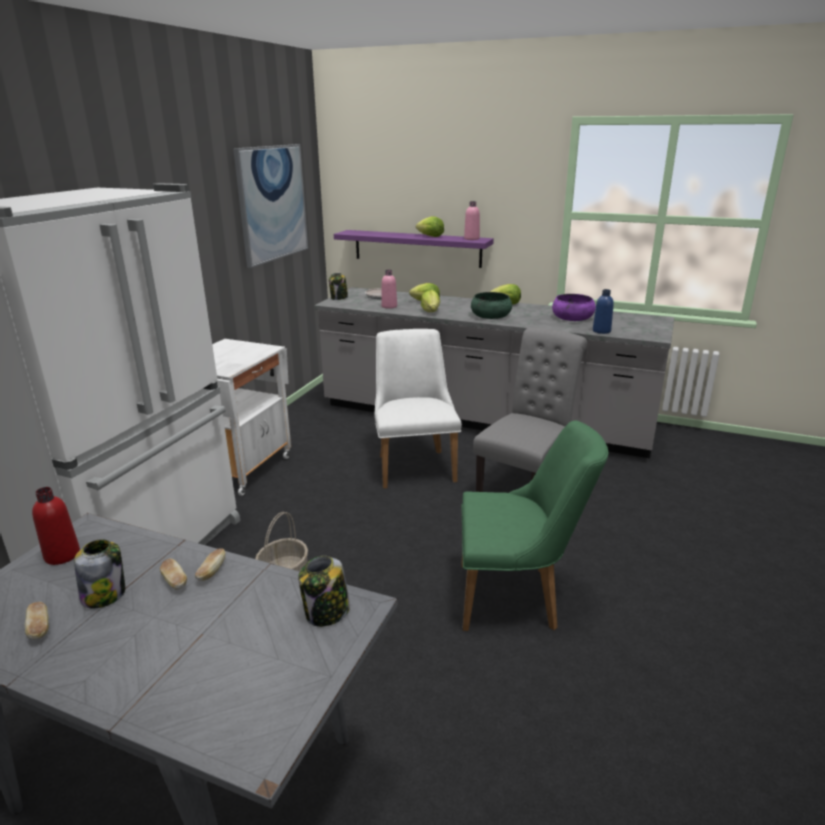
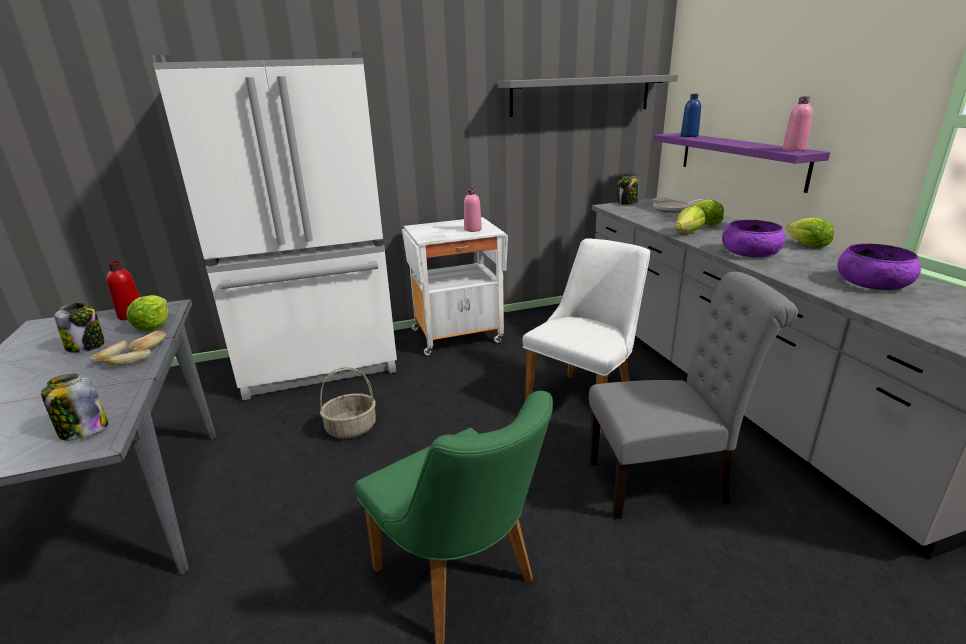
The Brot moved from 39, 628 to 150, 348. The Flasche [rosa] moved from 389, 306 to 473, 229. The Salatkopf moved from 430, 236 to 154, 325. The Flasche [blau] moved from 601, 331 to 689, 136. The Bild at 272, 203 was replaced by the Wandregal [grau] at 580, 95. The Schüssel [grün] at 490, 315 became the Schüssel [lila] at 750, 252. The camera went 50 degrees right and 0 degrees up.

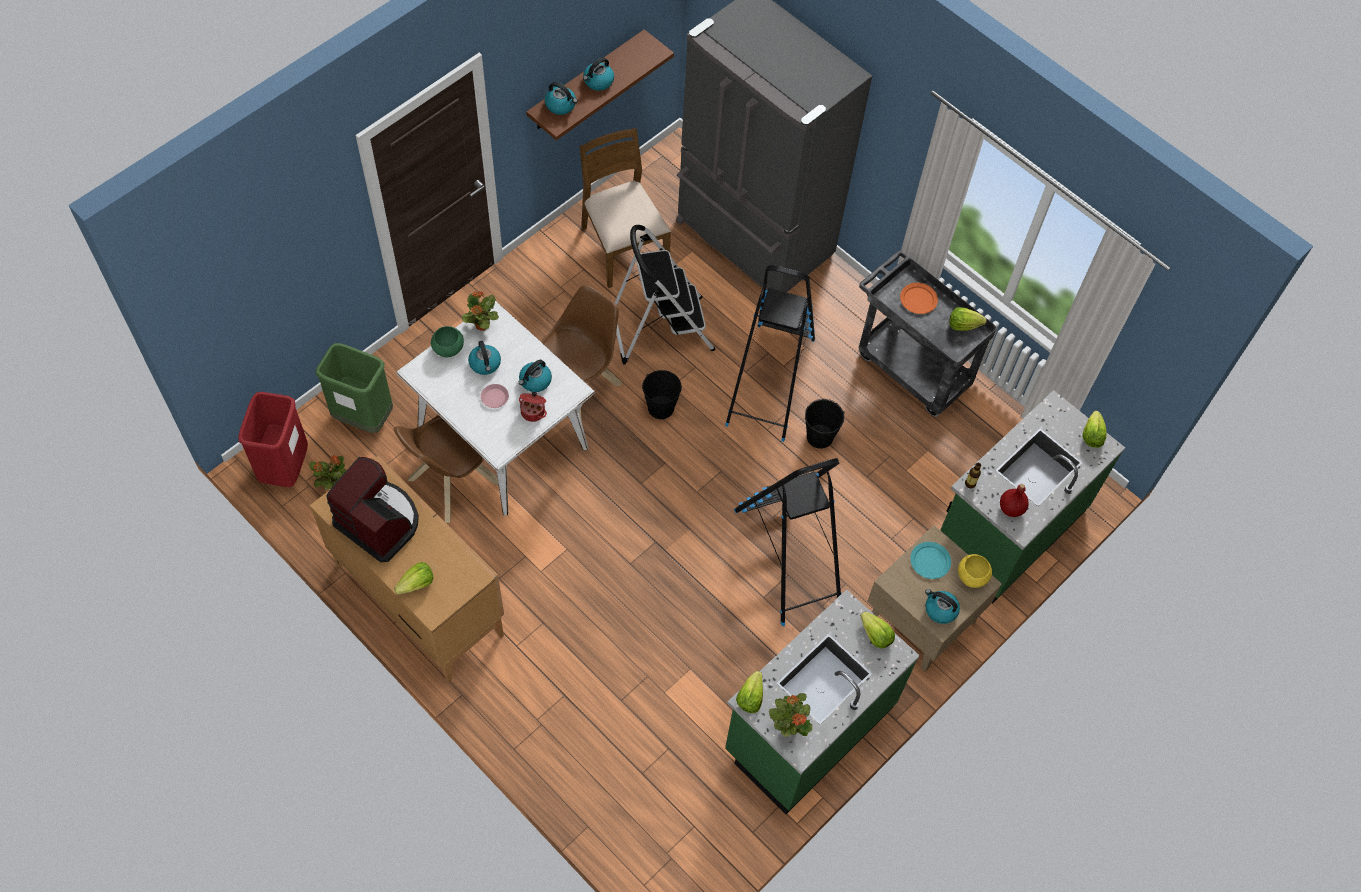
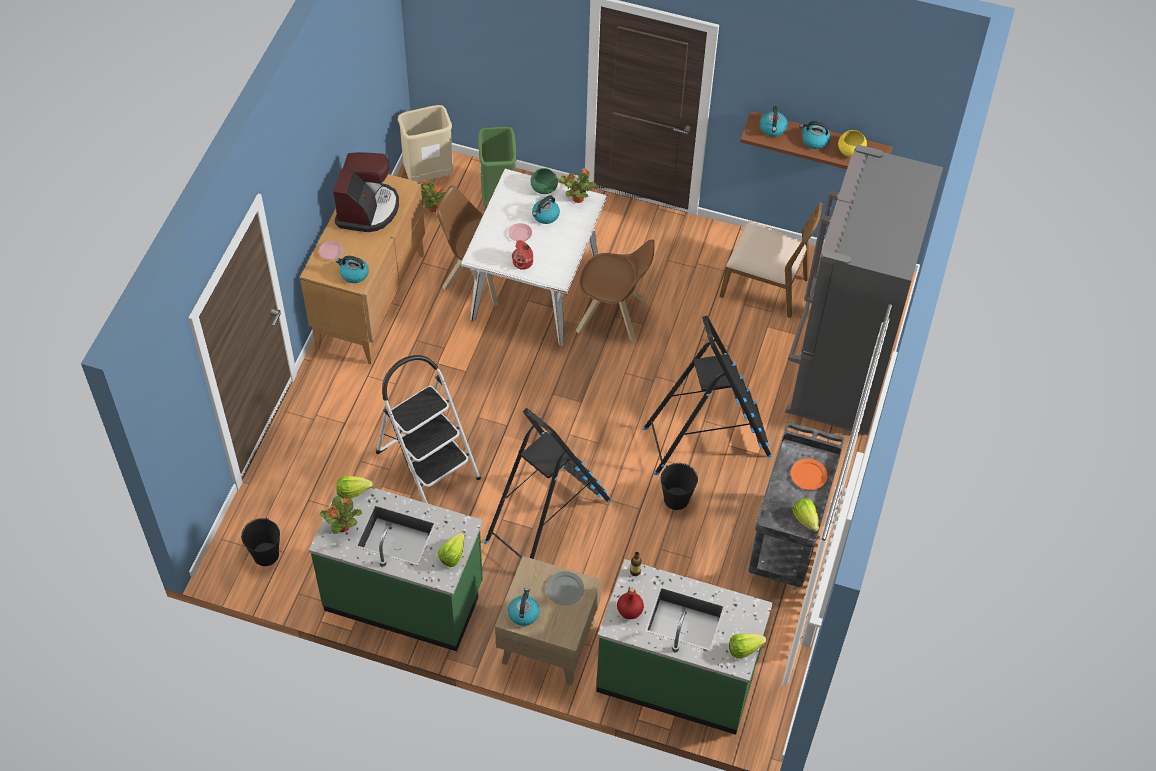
The Wasserkessel moved from 535, 381 to 354, 274. The Trittleiter moved from 659, 330 to 426, 463. The Eimer [schwarz] moved from 661, 407 to 266, 554. The Schüssel [gelb] moved from 971, 576 to 850, 151. The Salatkopf at 417, 584 was replaced by the Teller [rosa] at 331, 252. The Mülleimer [rot] at 285, 467 became the Mülleimer [beige] at 429, 175. The Teller [türkis] at 930, 561 became the Teller [grau] at 565, 589. The Stuhl [braun] at 623, 246 turned 75 degrees clockwise. The camera went 65 degrees right and 5 degrees down.

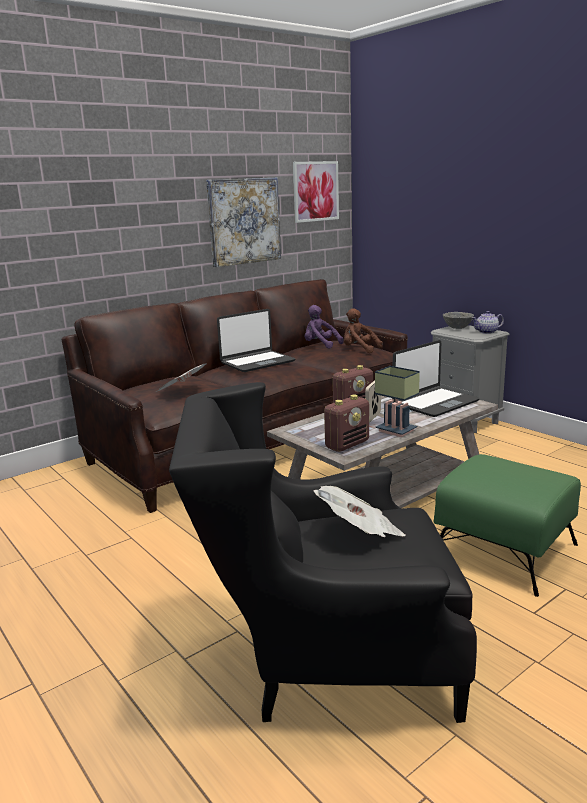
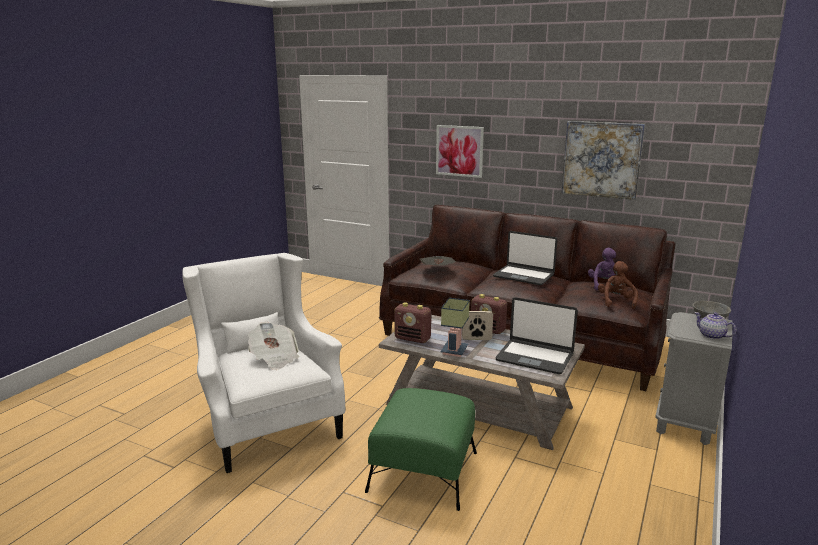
The Bild moved from 315, 191 to 459, 151. The Sessel [schwarz] at 326, 659 became the Sessel [weiß] at 266, 421. The camera went 65 degrees right and 0 degrees up.

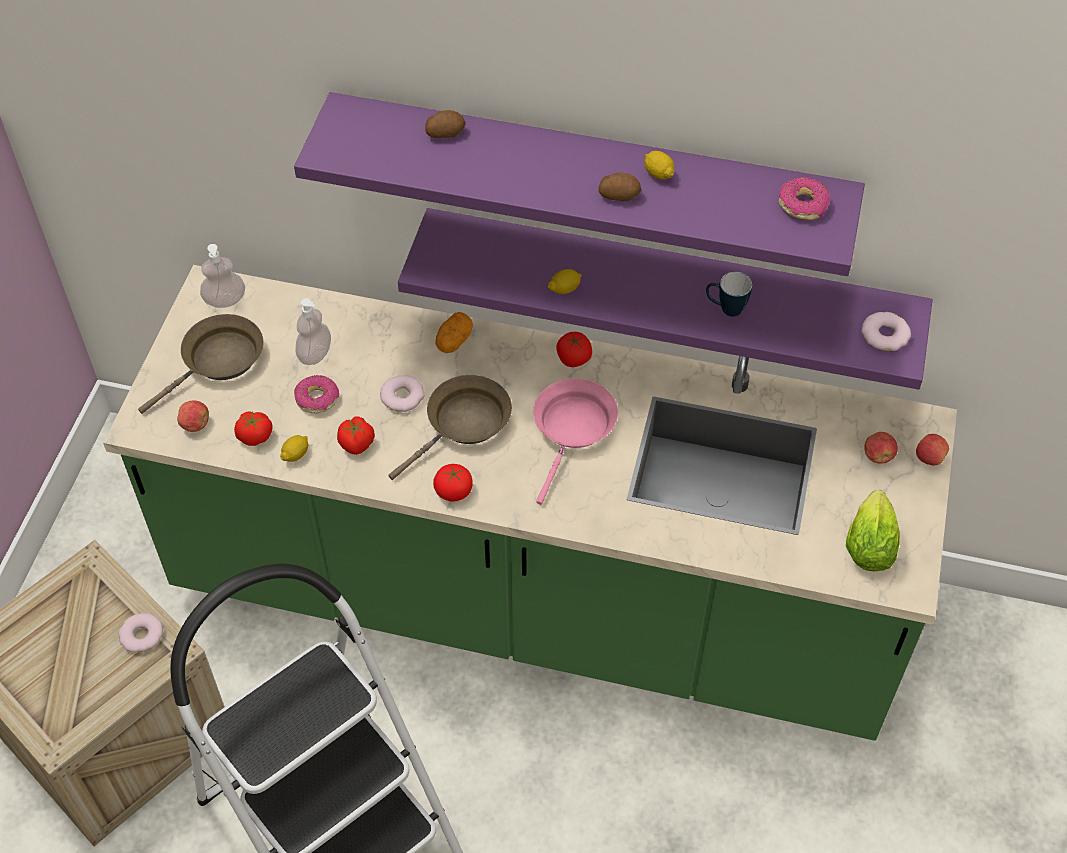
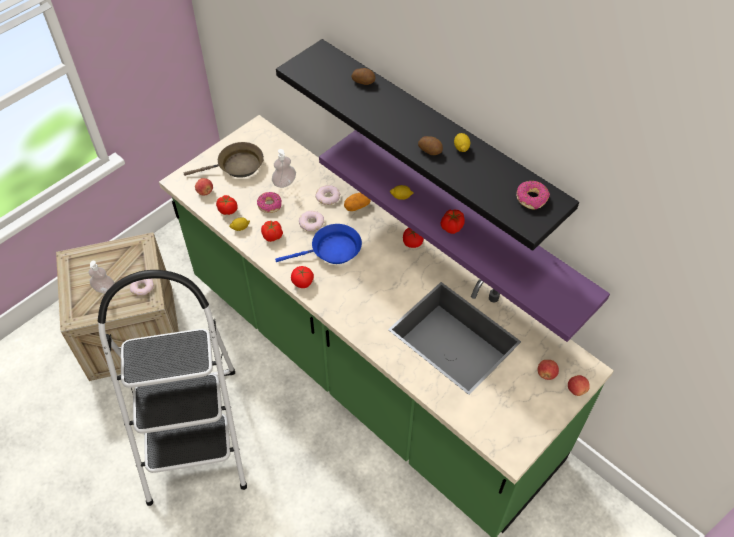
The Pfanne [rosa] at 573, 429 disappeared. The Henkelbecher at 725, 309 disappeared. The Salatkopf at 869, 542 disappeared. The Tomate at 451, 227 appeared. The Seifenspender moved from 225, 300 to 104, 288. The Donut moved from 885, 335 to 328, 197. The Wandregal [lila] at 588, 172 became the Wandregal [schwarz] at 437, 135. The Pfanne [braun] at 464, 424 became the Pfanne [blau] at 332, 251. The camera went 30 degrees right and 0 degrees up.

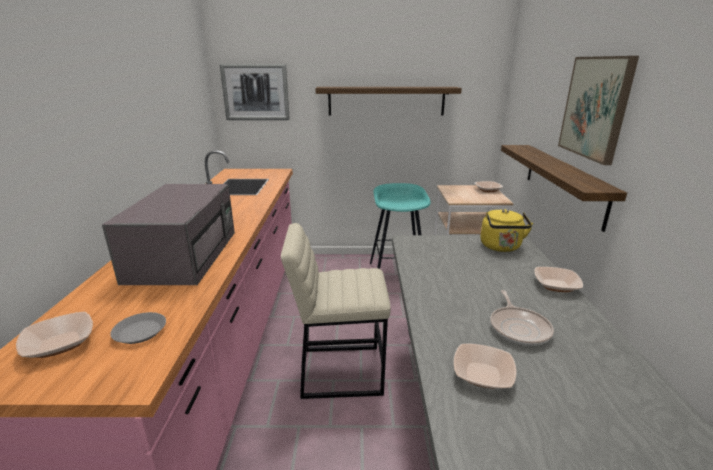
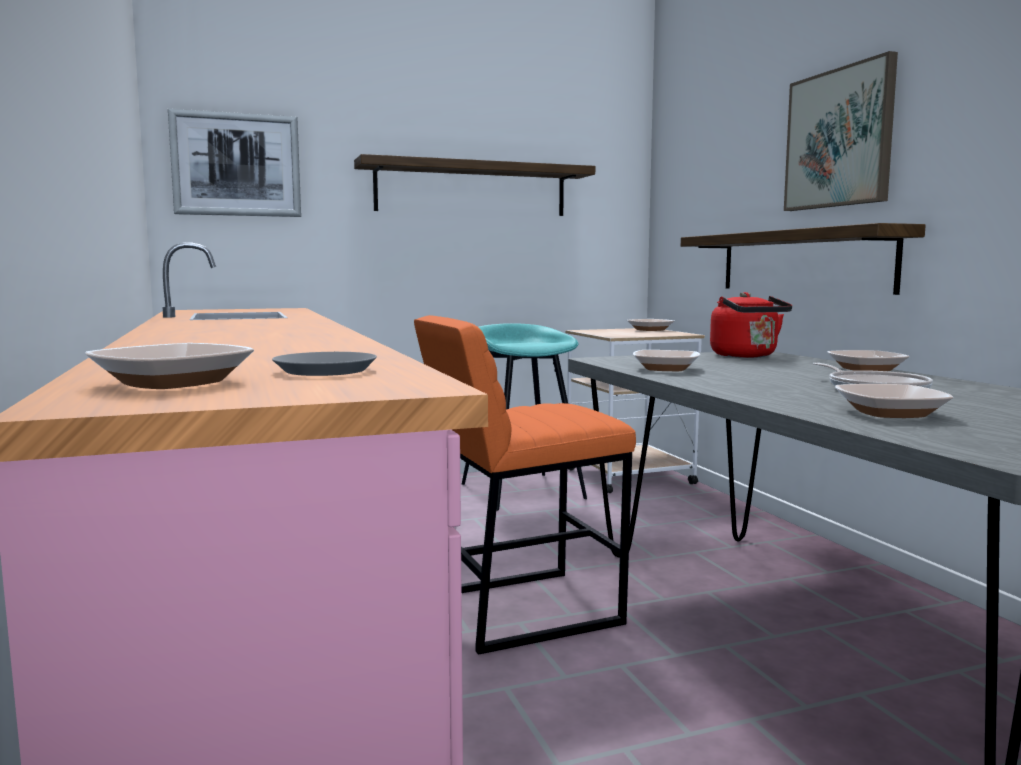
The Mikrowelle [grau] at 184, 254 disappeared. The Schüssel at 665, 369 appeared. The Stuhl [beige] at 338, 371 became the Stuhl [orange] at 520, 610. The Wasserkessel [gelb] at 501, 247 became the Wasserkessel [rot] at 746, 356. The camera went 20 degrees left and 15 degrees down.

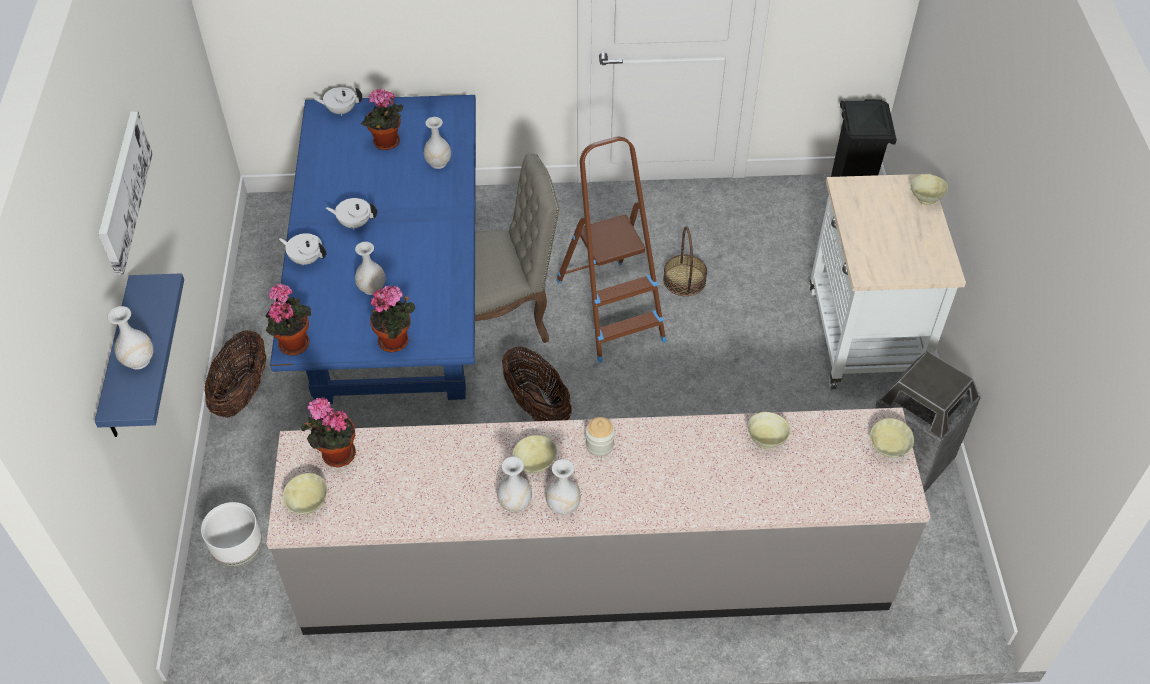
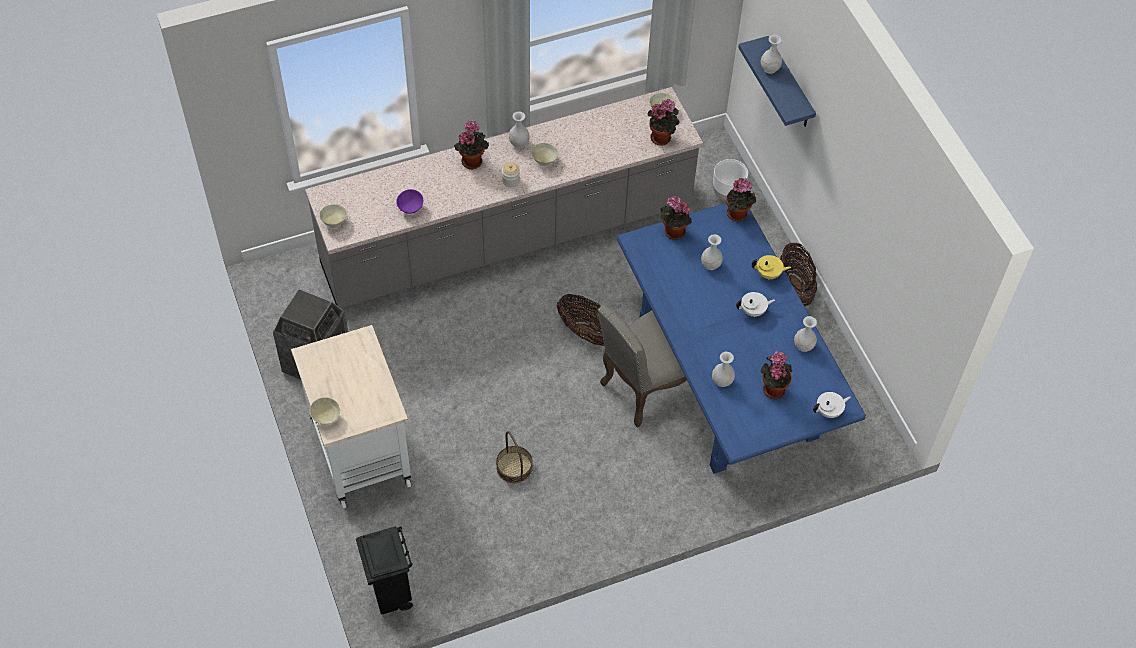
The Bild at 123, 191 disappeared. The Trittleiter [braun] at 610, 311 disappeared. The Topfpflanze at 472, 160 appeared. The Vase [weiß] moved from 515, 503 to 803, 346. The Teekanne [weiß] at 306, 259 became the Teekanne [gelb] at 769, 274. The Schüssel [beige] at 767, 439 became the Schüssel [lila] at 410, 208. The camera went 160 degrees right and 5 degrees up.

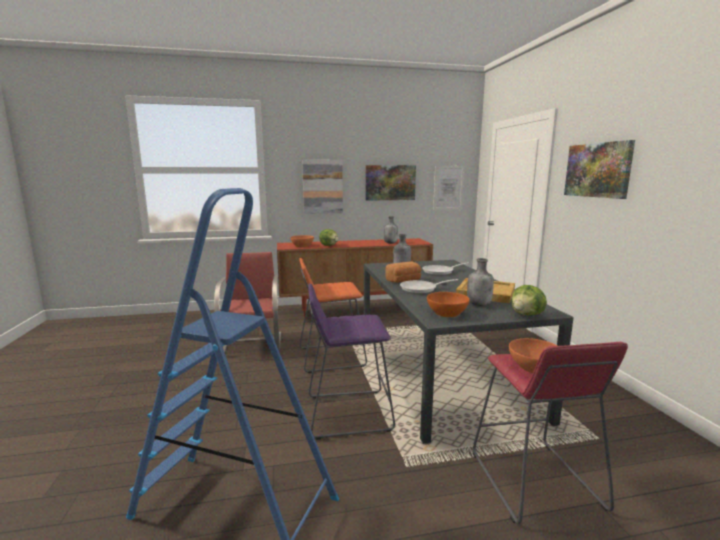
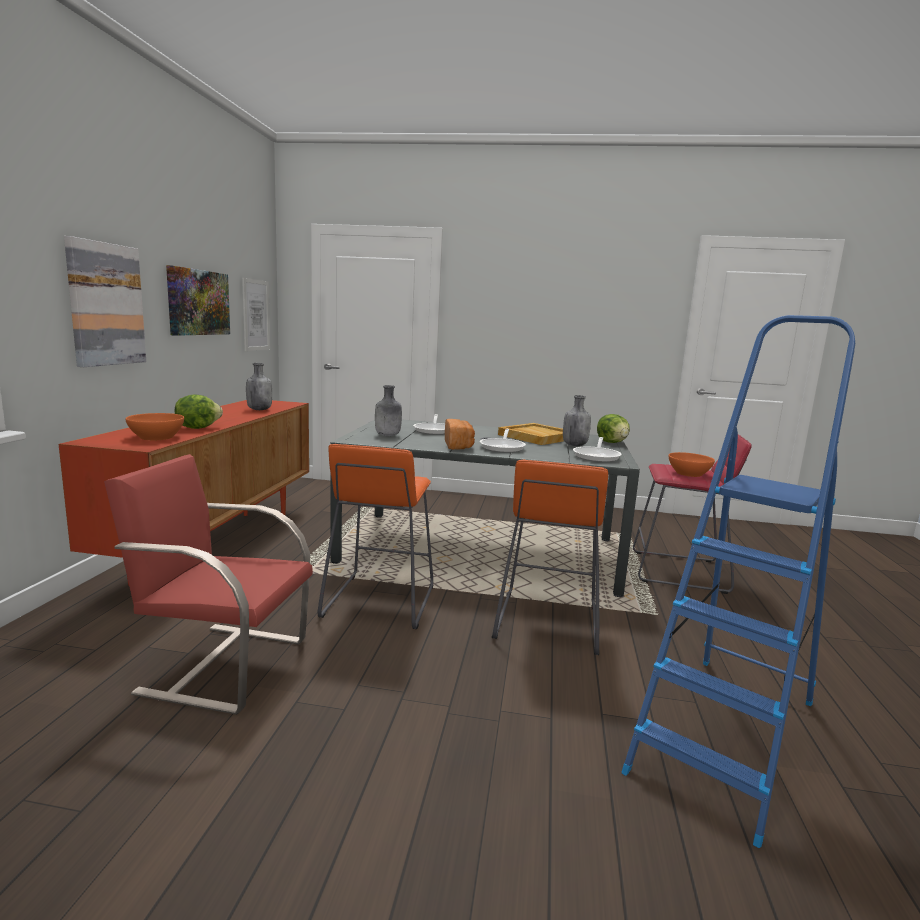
The Bild at 597, 170 disappeared. The Schüssel [orange] at 447, 313 was replaced by the Pfanne at 597, 456. The Hocker [lila] at 348, 413 became the Hocker [orange] at 547, 622. The camera went 70 degrees left and 0 degrees up.

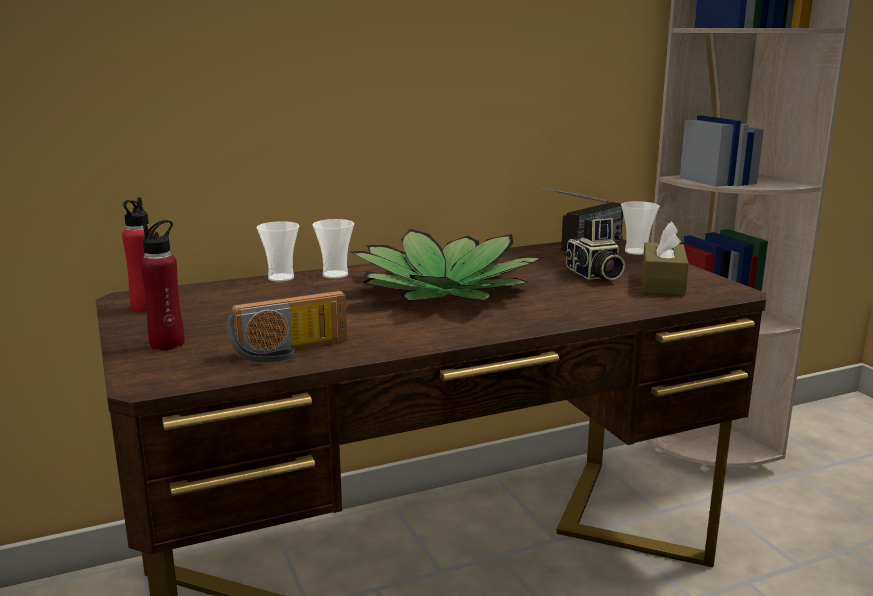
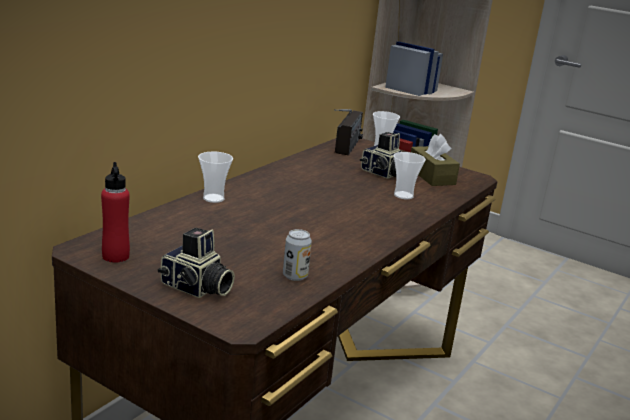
The Topfpflanze at 445, 289 disappeared. The Tasse moved from 281, 278 to 403, 195. The Flasche [rot] at 167, 344 was replaced by the Kamera at 196, 288. The Radio at 291, 351 was replaced by the Dose at 295, 276. The camera went 35 degrees left and 5 degrees up.

